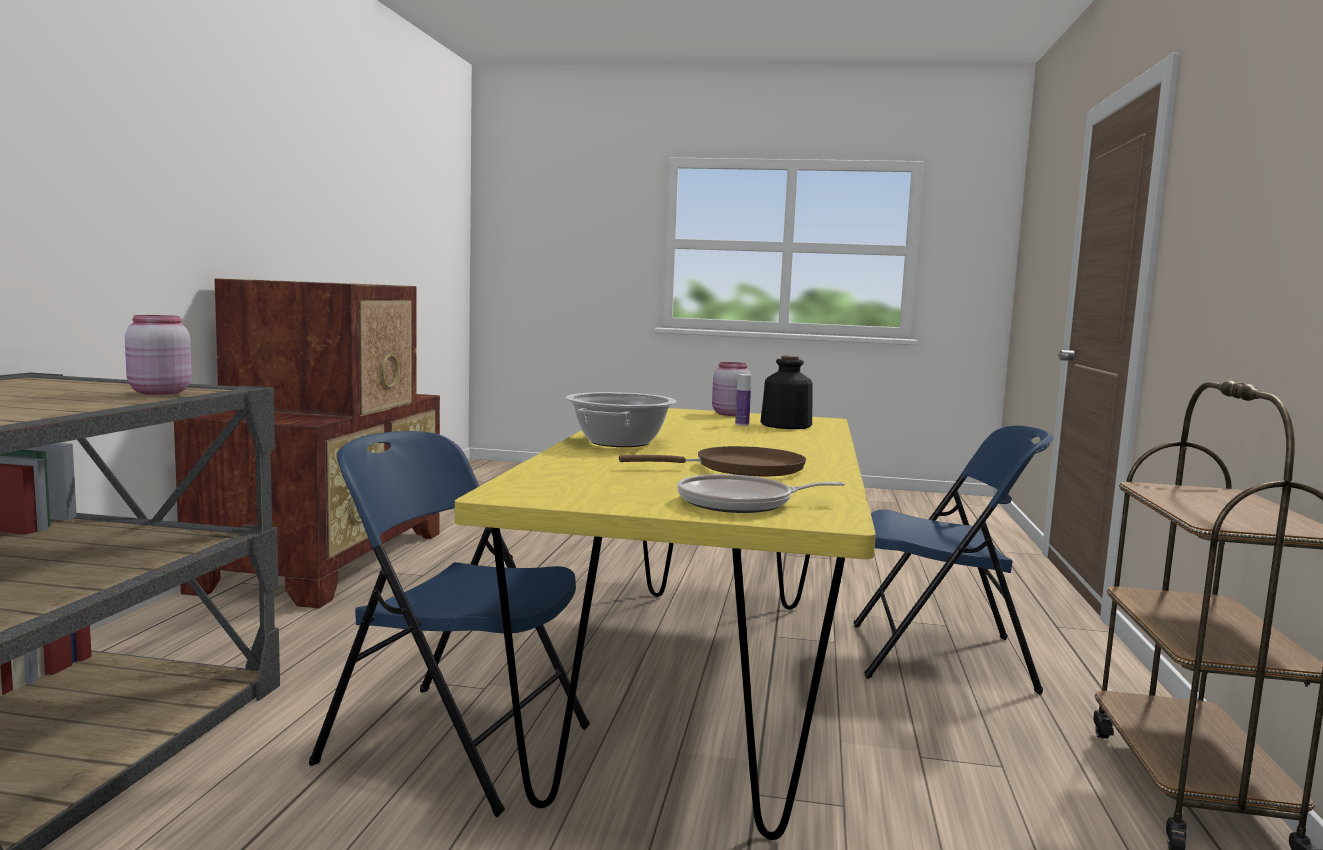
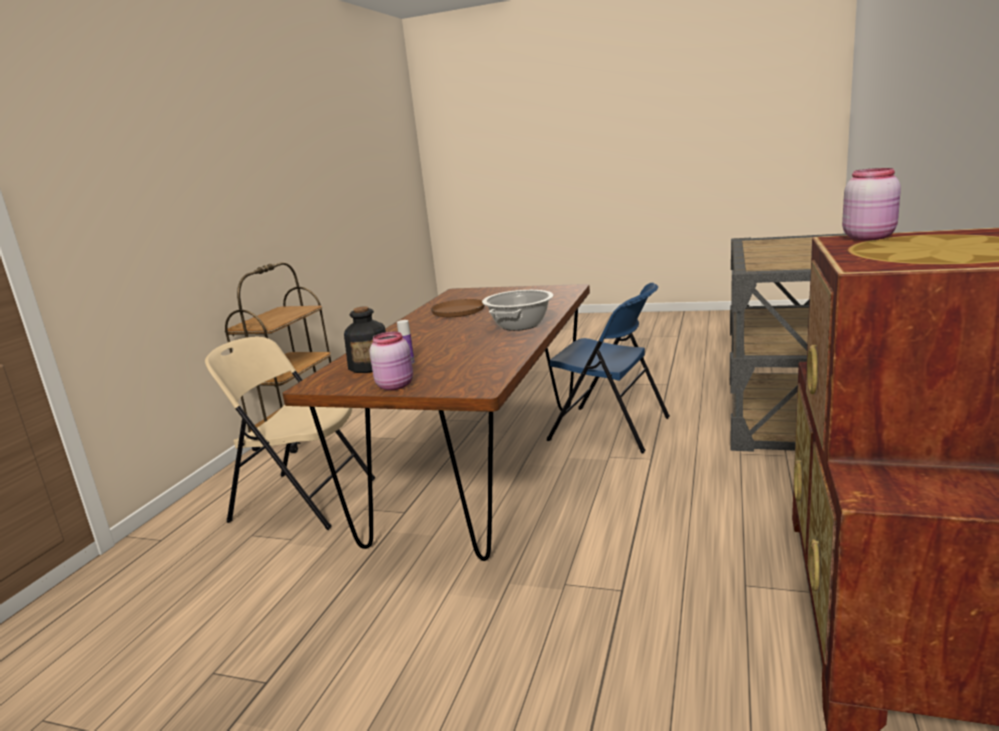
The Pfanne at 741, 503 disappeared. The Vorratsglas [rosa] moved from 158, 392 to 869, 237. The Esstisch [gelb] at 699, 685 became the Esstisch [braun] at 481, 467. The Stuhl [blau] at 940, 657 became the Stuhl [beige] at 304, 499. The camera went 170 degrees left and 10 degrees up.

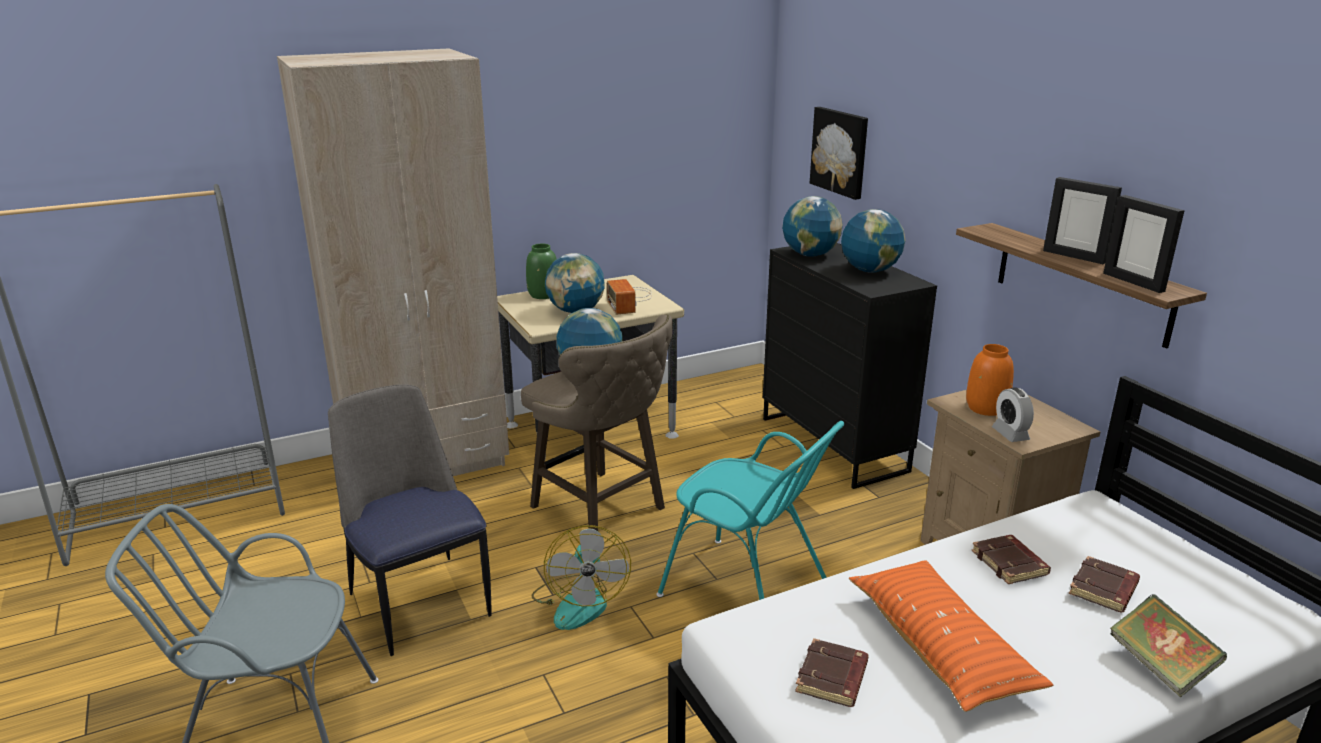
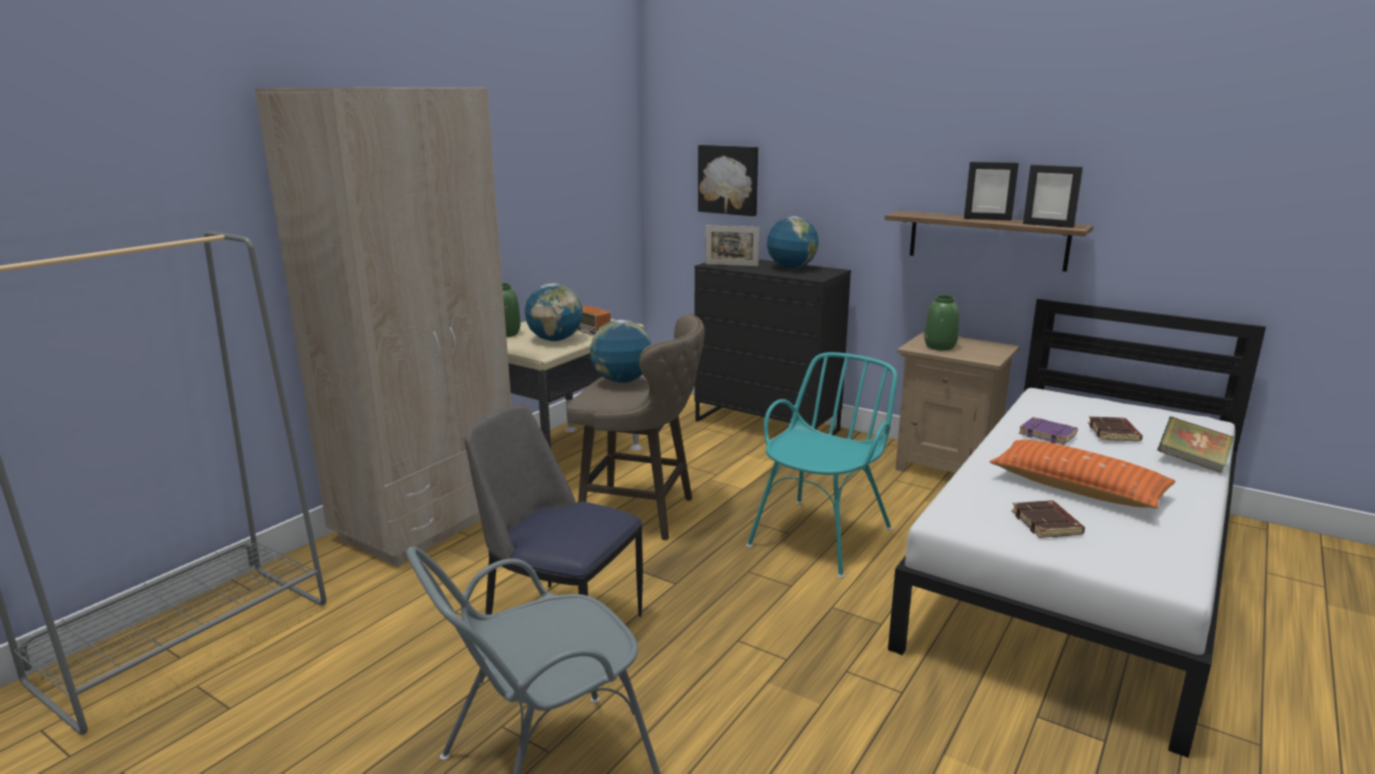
The Ventilator at 579, 601 disappeared. The Wecker at 1010, 434 disappeared. The Globus at 810, 255 was replaced by the Bilderrahmen at 731, 265. The Vase [orange] at 986, 409 became the Vase [grün] at 940, 347. The Buch [braun] at 1010, 564 became the Buch [lila] at 1048, 435. The Stuhl [türkis] at 749, 591 turned 60 degrees counterclockwise. The camera went 30 degrees left and 5 degrees down.

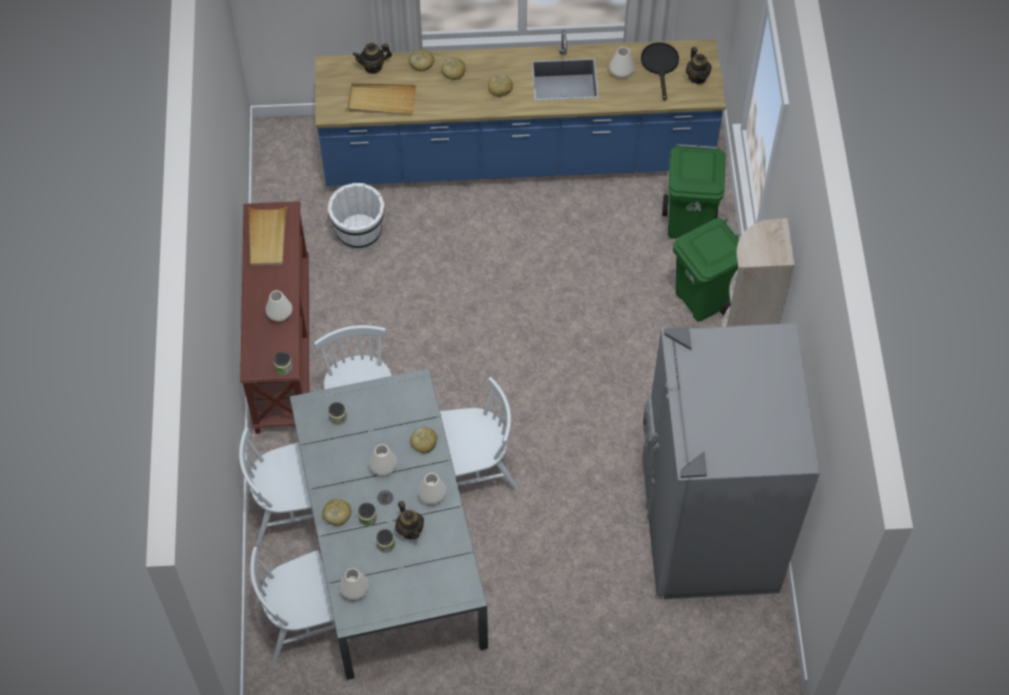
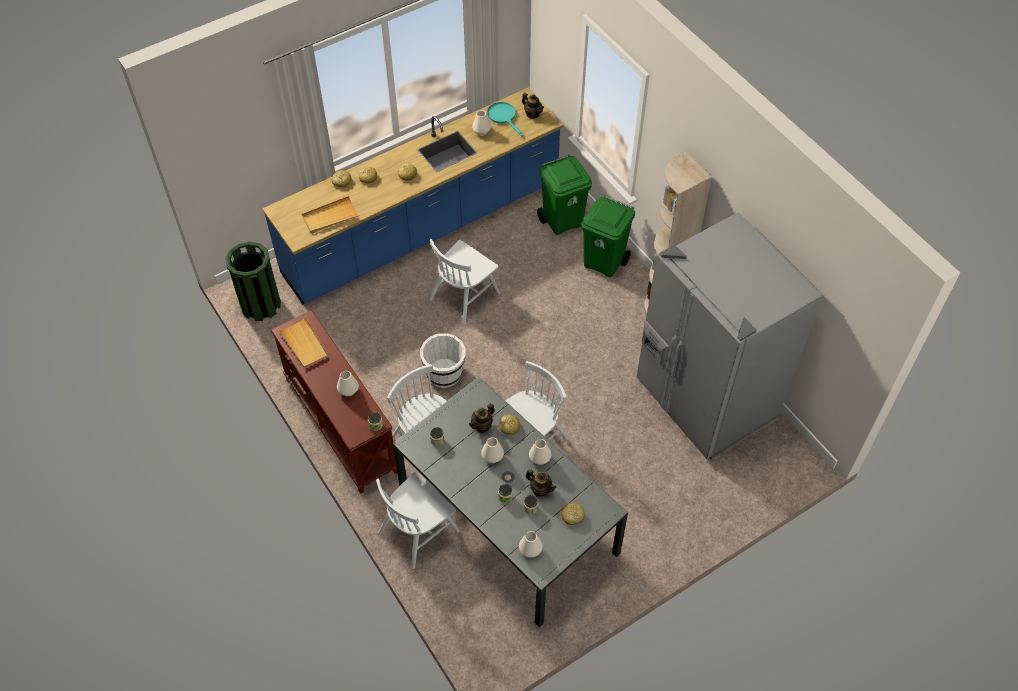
The Mülleimer [grün] at 260, 305 appeared. The Stuhl [weiß] moved from 302, 620 to 464, 296. The Brot moved from 337, 514 to 572, 516. The Eimer [weiß] moved from 359, 233 to 444, 374. The Teekanne moved from 373, 66 to 482, 426. The Pfanne [schwarz] at 660, 65 became the Pfanne [türkis] at 504, 117. The camera went 30 degrees left and 5 degrees down.

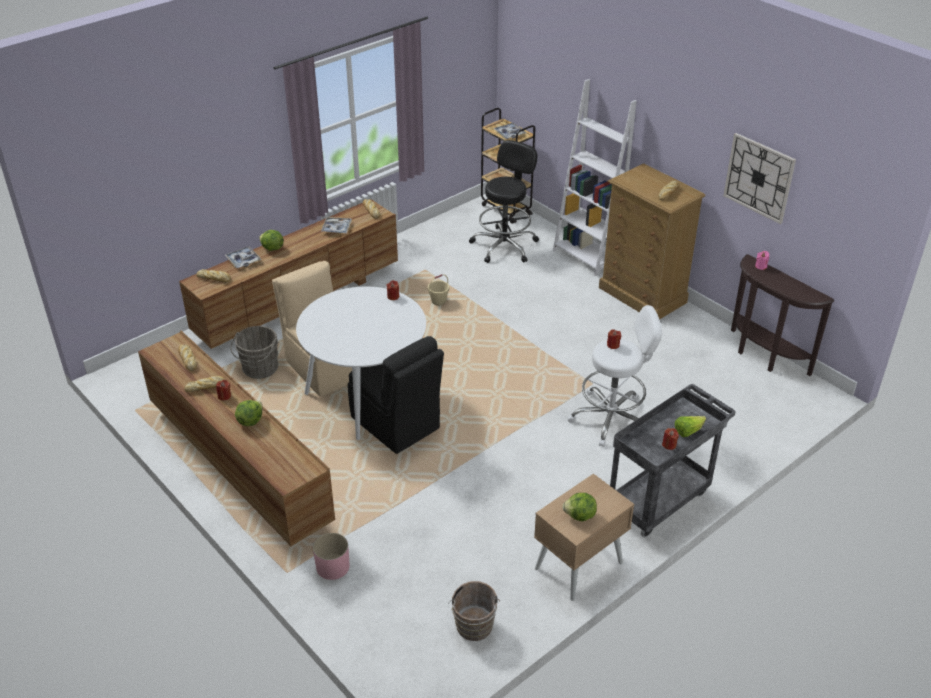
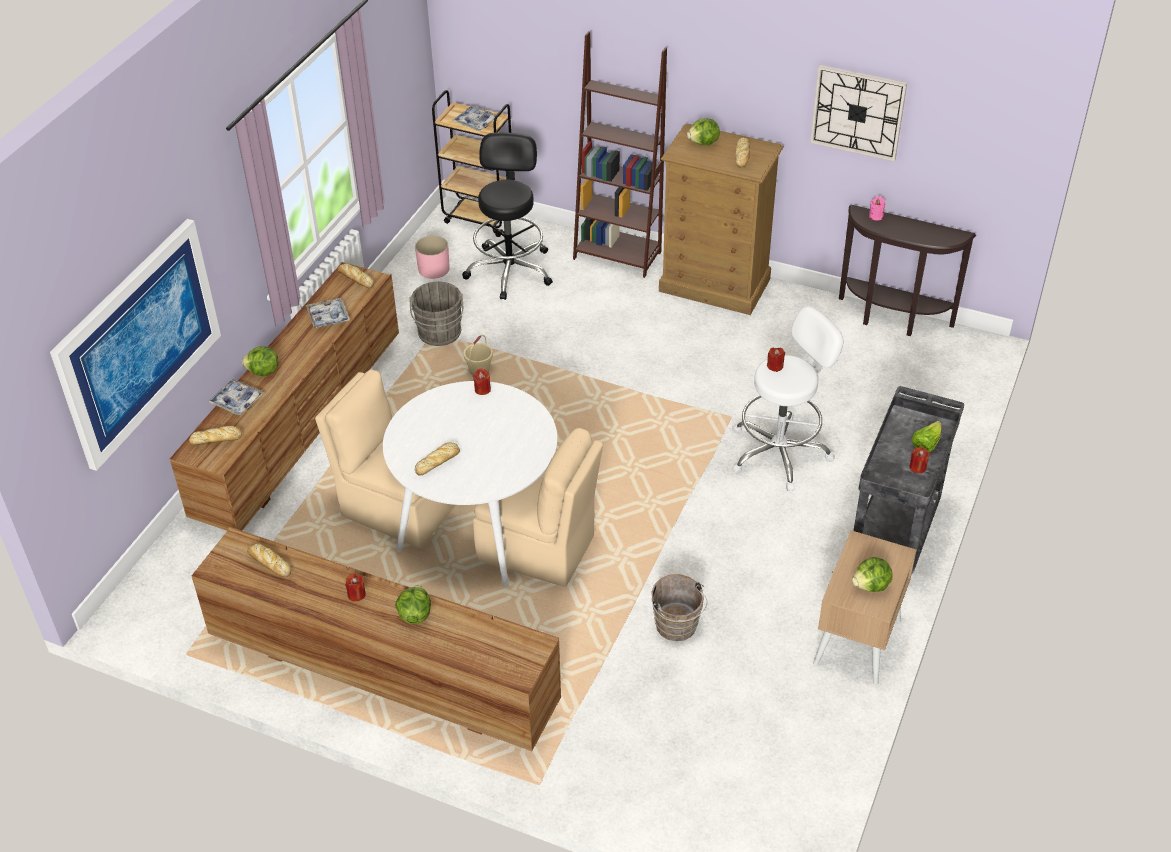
The Bild at 138, 341 appeared. The Salatkopf at 704, 143 appeared. The Brot moved from 206, 387 to 438, 461. The Eimer [grau] moved from 259, 369 to 439, 335. The Pflanzkübel [rosa] moved from 332, 567 to 433, 269. The Eimer [braun] moved from 474, 629 to 677, 628. The Stuhl [schwarz] at 396, 424 became the Stuhl [beige] at 539, 549. The Bücherregal [weiß] at 585, 256 became the Bücherregal [braun] at 617, 255. The camera went 25 degrees left and 5 degrees up.

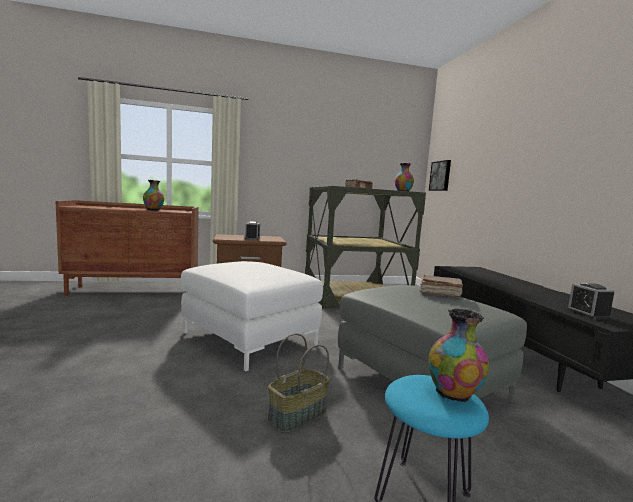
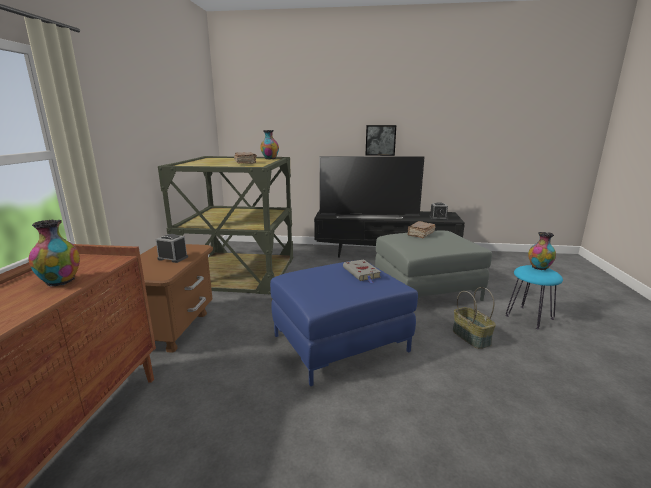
The Fernseher at 369, 216 appeared. The Buch [grau] at 362, 273 appeared. The Bild moved from 440, 176 to 380, 140. The Polsterhocker [weiß] at 249, 338 became the Polsterhocker [blau] at 340, 343. The camera went 70 degrees left and 10 degrees up.

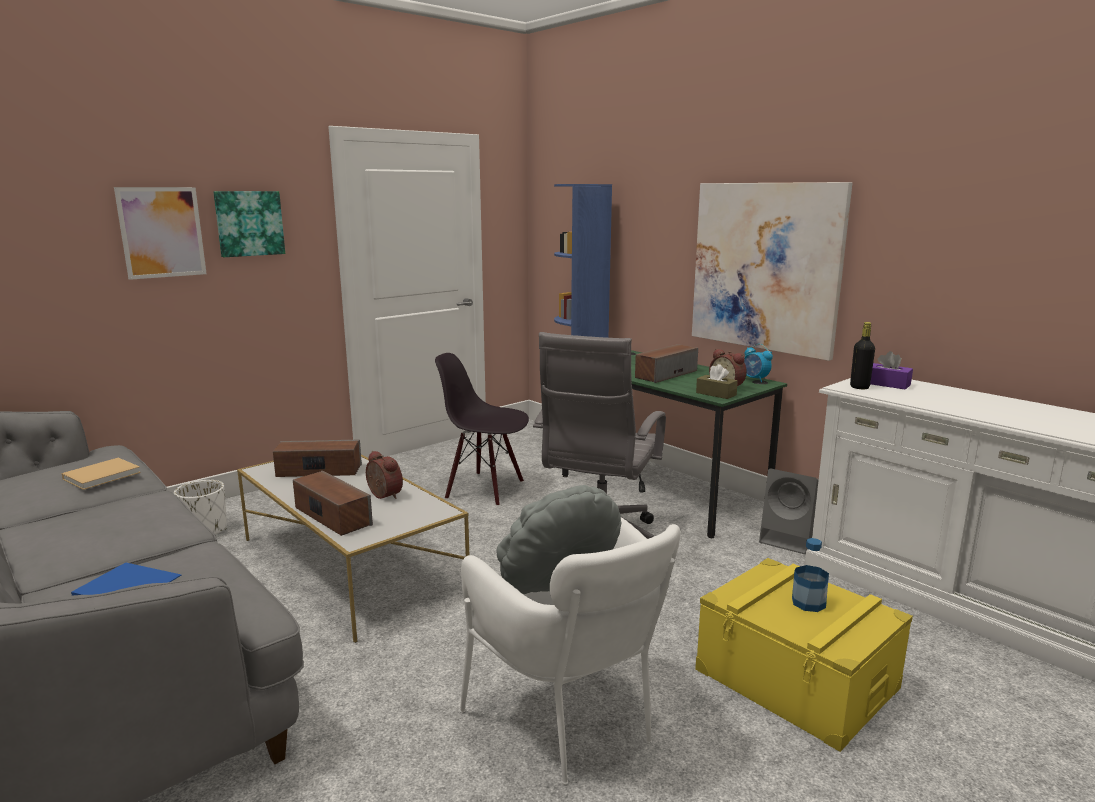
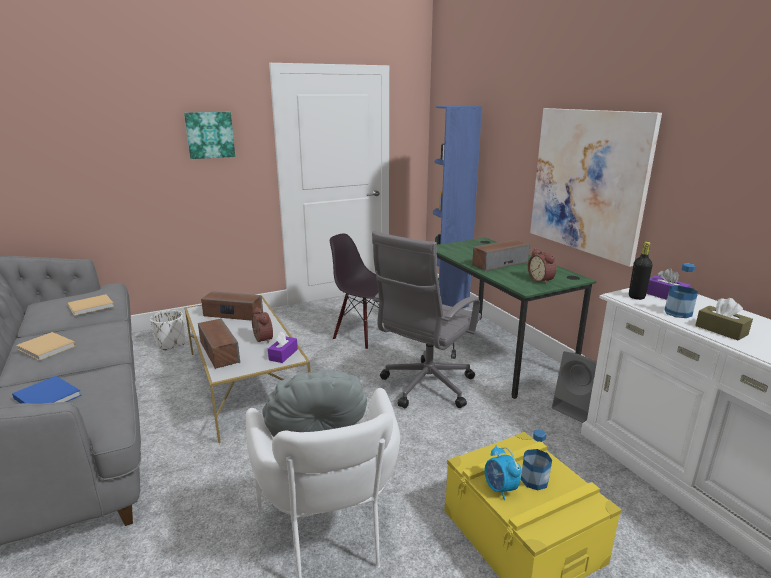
The Bild at 162, 232 disappeared. The Buch [beige] at 47, 348 appeared. The Taschentuchbox [lila] at 283, 355 appeared. The Flasche at 678, 313 appeared. The Taschentuchbox [braun] moved from 716, 394 to 721, 330. The Wecker moved from 755, 379 to 500, 489. The camera went 15 degrees right and 5 degrees up.

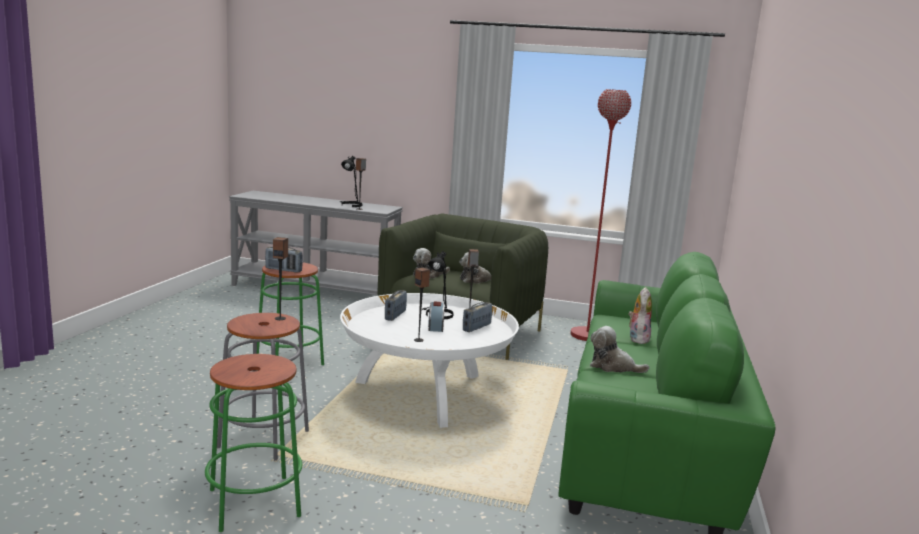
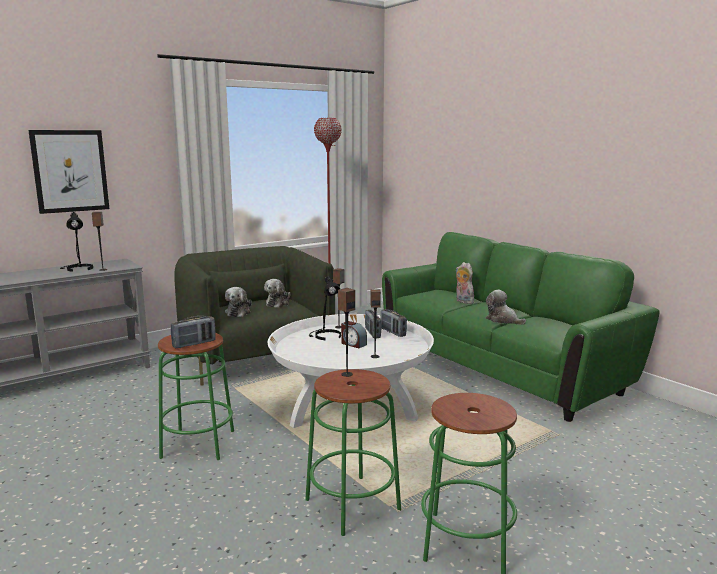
The Bild at 70, 171 appeared. The Radio moved from 395, 315 to 393, 332. The Hocker [grau] at 264, 439 became the Hocker [grün] at 352, 504. The Plüschtier at 613, 366 turned 75 degrees clockwise. The camera went 50 degrees left and 0 degrees up.

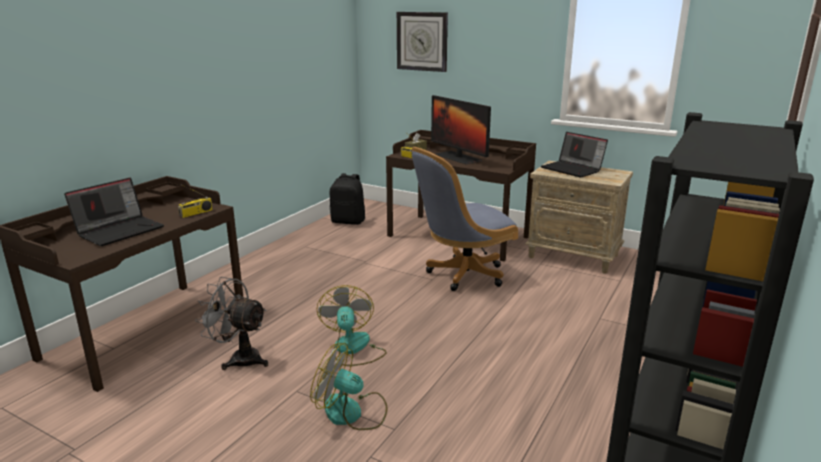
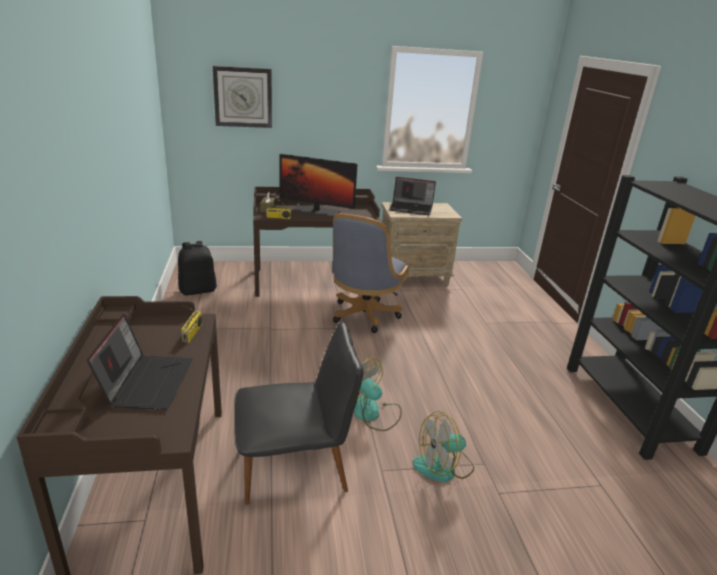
The Ventilator [grau] at 239, 358 was replaced by the Stuhl [schwarz] at 293, 466. The camera went 40 degrees left and 5 degrees up.

